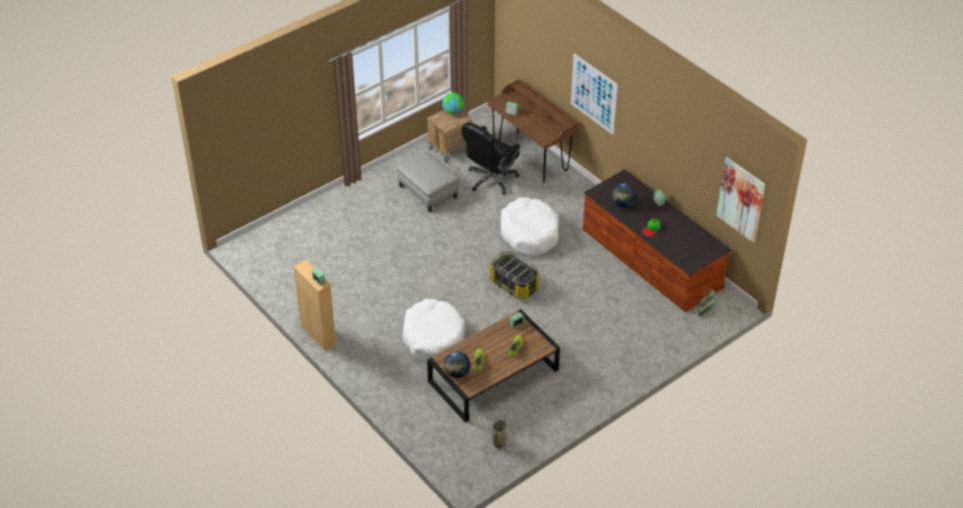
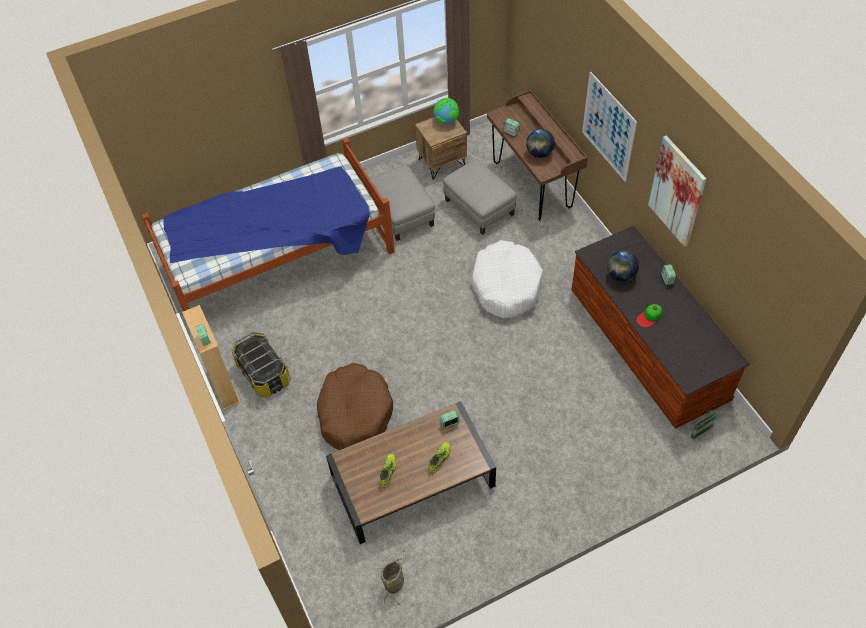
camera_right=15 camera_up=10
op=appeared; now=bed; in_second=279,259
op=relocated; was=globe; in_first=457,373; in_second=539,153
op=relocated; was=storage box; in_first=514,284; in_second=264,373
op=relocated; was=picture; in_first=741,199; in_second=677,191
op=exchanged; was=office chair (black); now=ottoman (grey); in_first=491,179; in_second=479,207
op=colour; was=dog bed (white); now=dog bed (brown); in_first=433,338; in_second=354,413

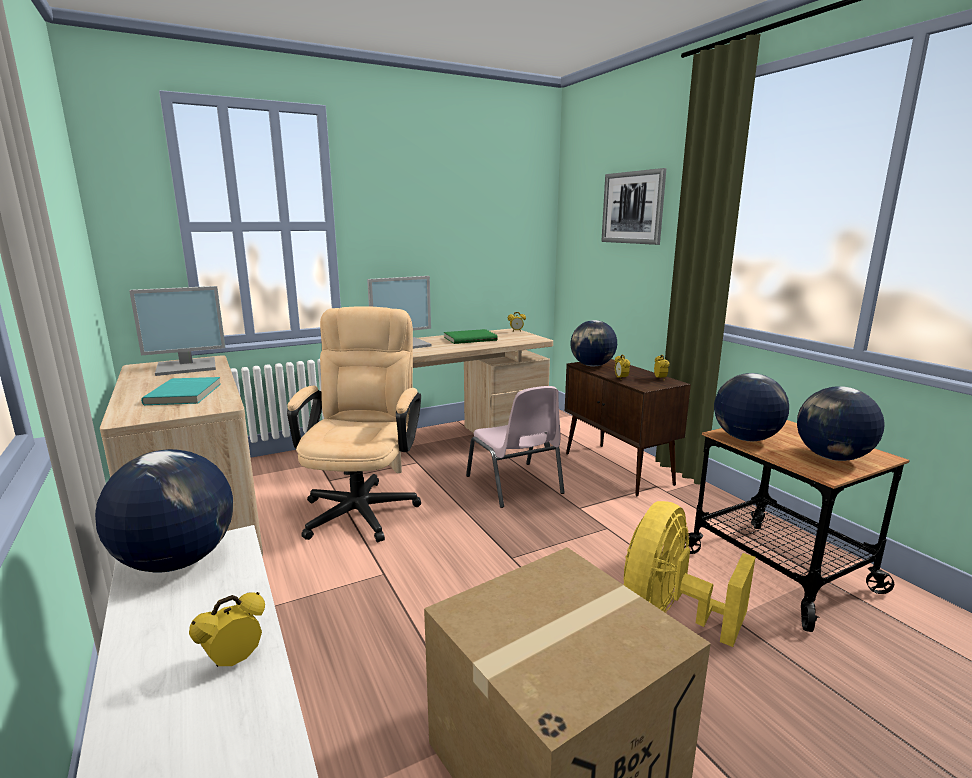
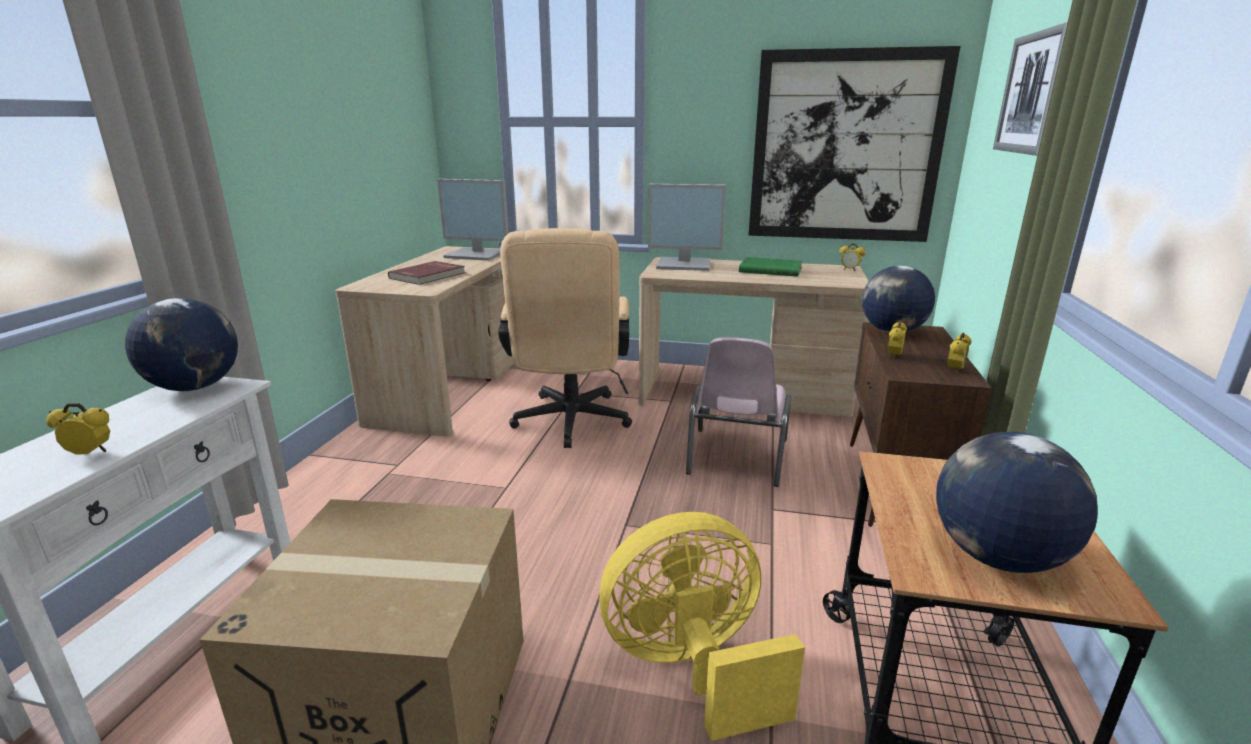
camera_right=40 camera_up=5
op=missing; was=globe; in_first=745,438
op=appeared; now=picture; in_second=845,147
op=colour; was=book (turquoise); now=book (red); in_first=185,394; in_second=428,276
op=spun; was=office chair (beige); in_first=363,506; in_second=570,424; clockwise=135

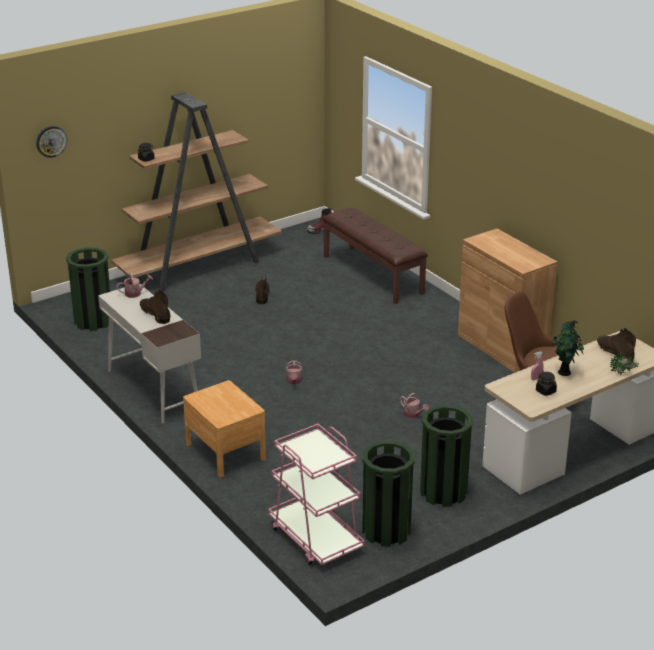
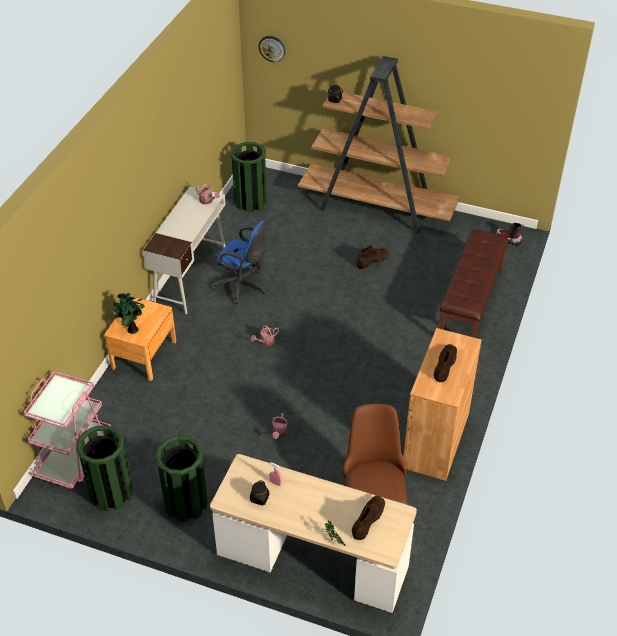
camera_right=55 camera_up=15
op=appeared; now=office chair (blue); in_second=243,286
op=relocated; was=boot (brown); in_first=154,313; in_second=445,365
op=relocated; was=potted plant; in_first=565,373; in_second=132,330

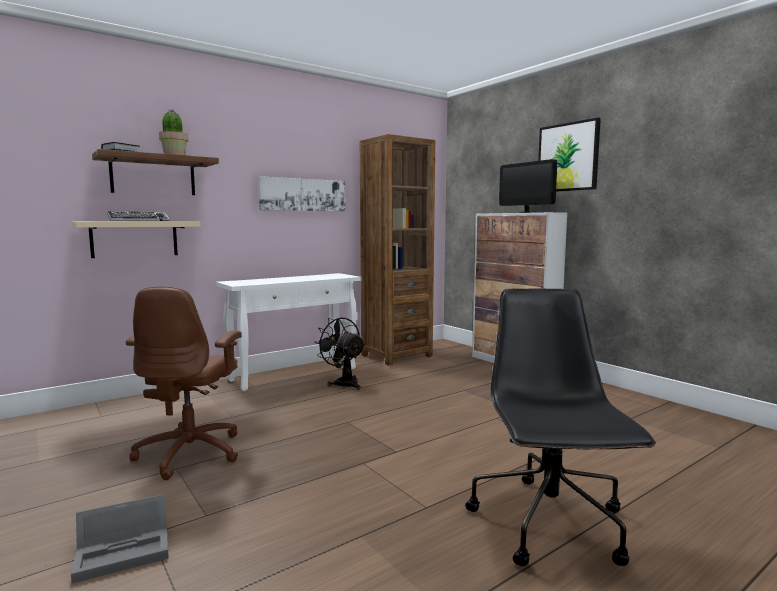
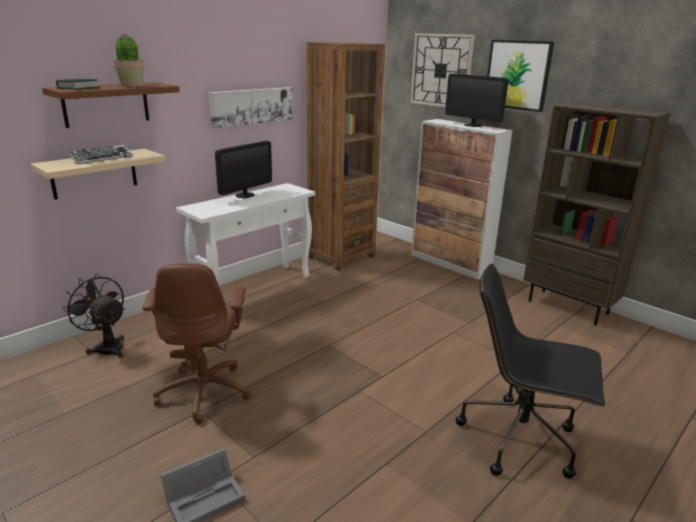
camera_right=-10 camera_up=15
op=appeared; now=monitor; in_second=245,195
op=appeared; now=wall clock; in_second=441,70
op=appeared; now=bookcase (brown); in_second=568,307
op=relocated; was=fan (black); in_first=343,383; in_second=106,347
op=spun; was=office chair (black); in_first=550,525; in_second=521,439; clockwise=-60

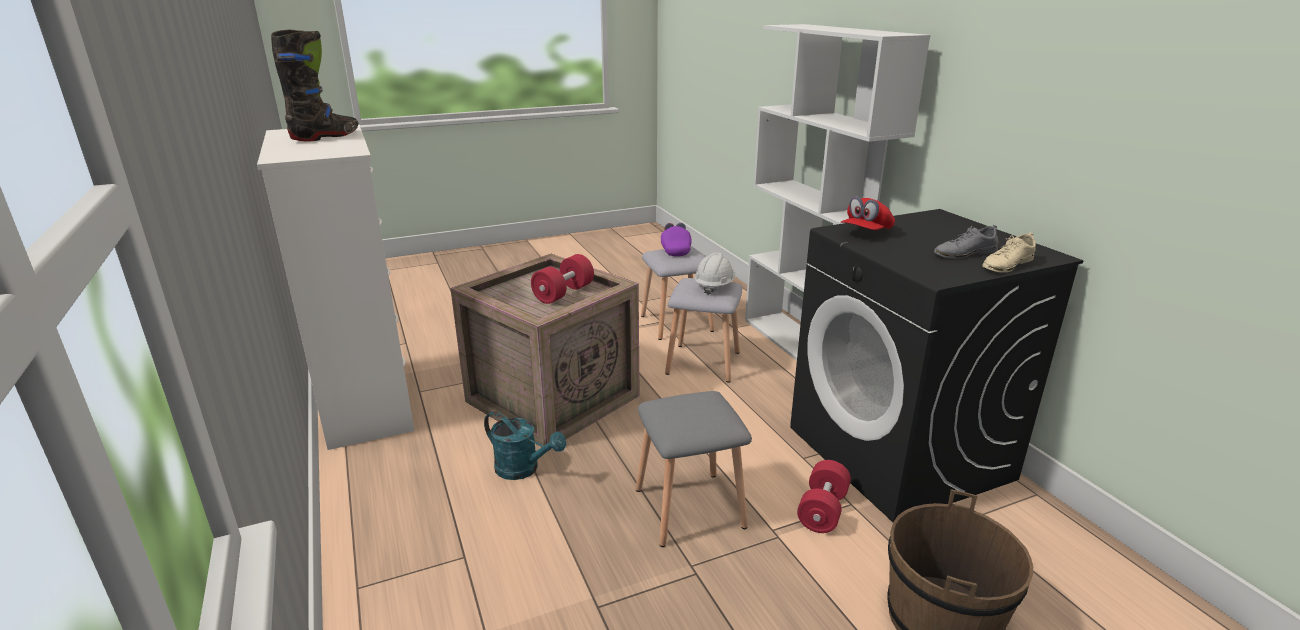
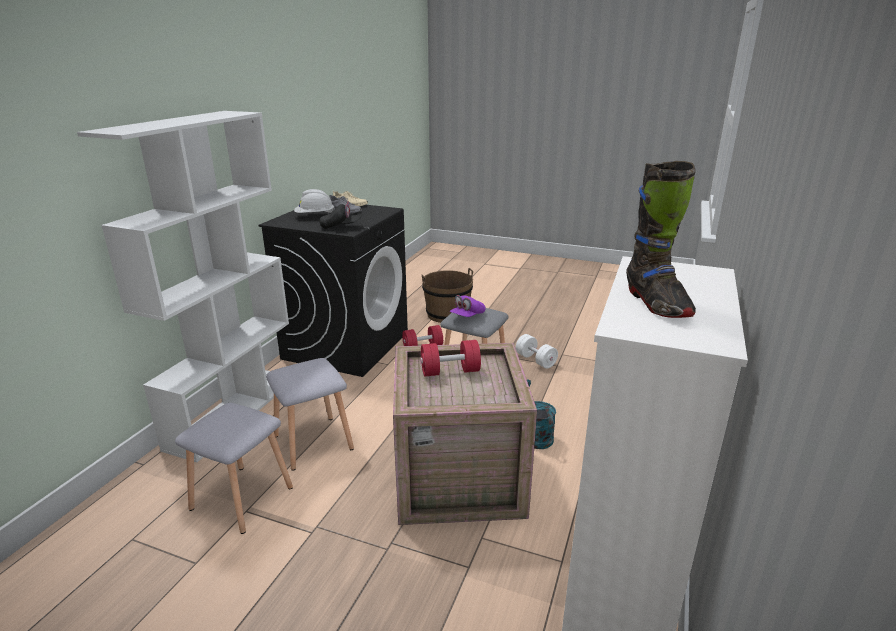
camera_right=-135 camera_up=0
op=appeared; now=dumbbell (white); in_second=535,360
op=relocated; was=cap (purple); in_first=675,250; in_second=467,316
op=relocated; was=hard hat (white); in_first=714,286; in_second=315,216
op=colour; was=cap (red); now=cap (black); in_first=866,232; in_second=341,227
op=spun; was=boot (black); in_first=326,136; in_second=656,303; clockwise=-90

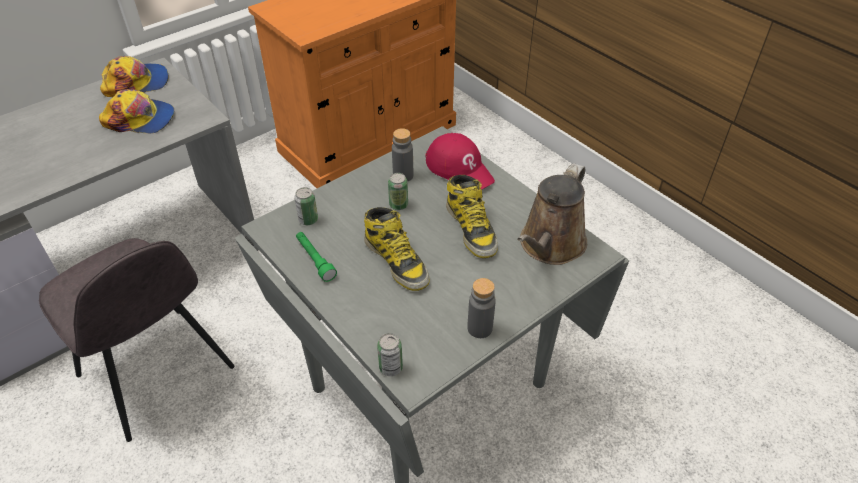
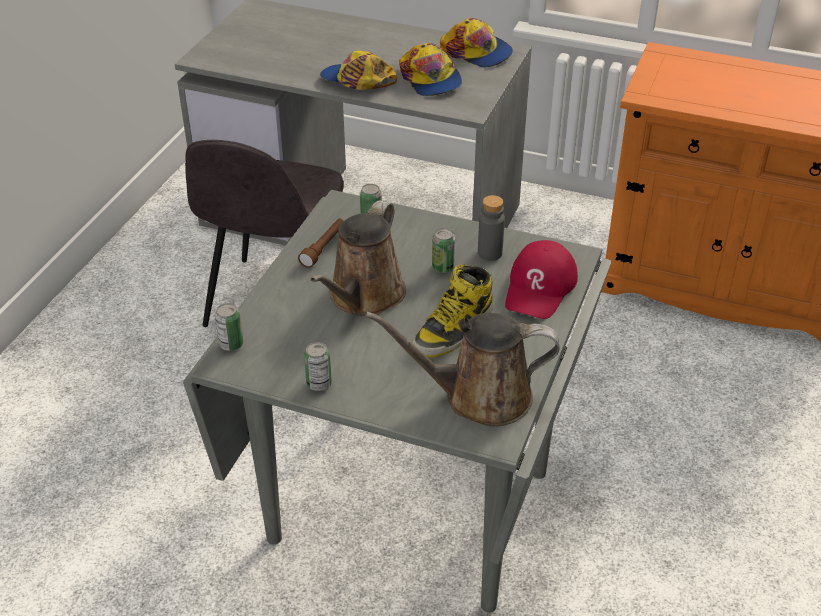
camera_right=60 camera_up=-5
op=appeared; now=cap; in_second=357,81
op=exchanged; was=boot; now=watering can (brown); in_first=397,261; in_second=364,297
op=exchanged; was=bottle (grey); now=can; in_first=479,328; in_second=319,384
op=colour; was=flashlight (green); now=flashlight (brown); in_first=315,260; in_second=324,248

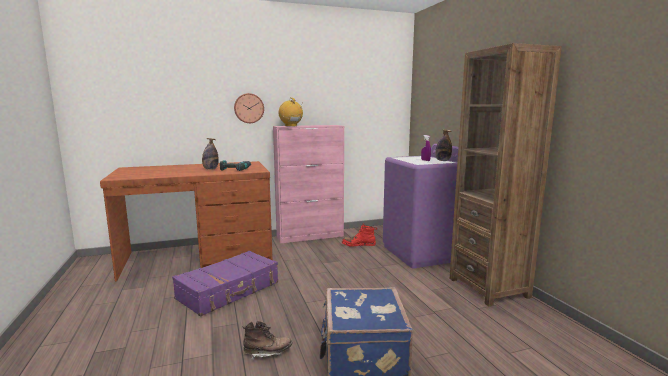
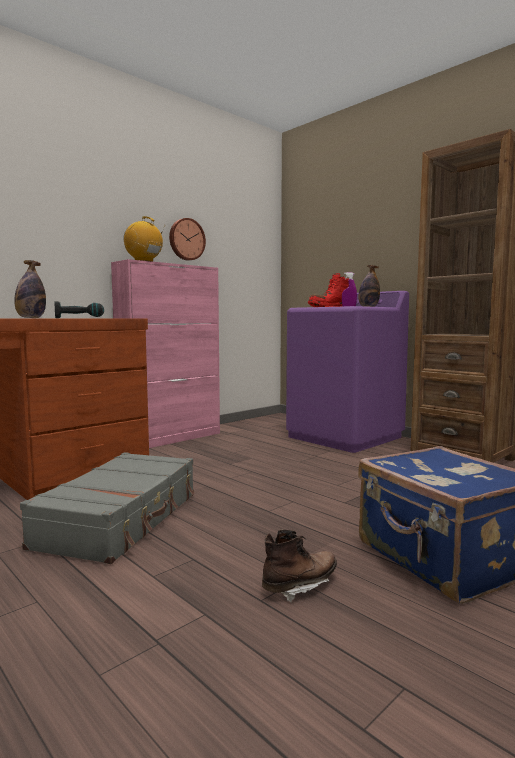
camera_right=-25 camera_up=-5
op=relocated; was=wall clock; in_first=249,108; in_second=186,239
op=relocated; was=boot (red); in_first=358,245; in_second=330,307
op=colour; was=suitcase (purple); now=suitcase (grey); in_first=229,291; in_second=121,519

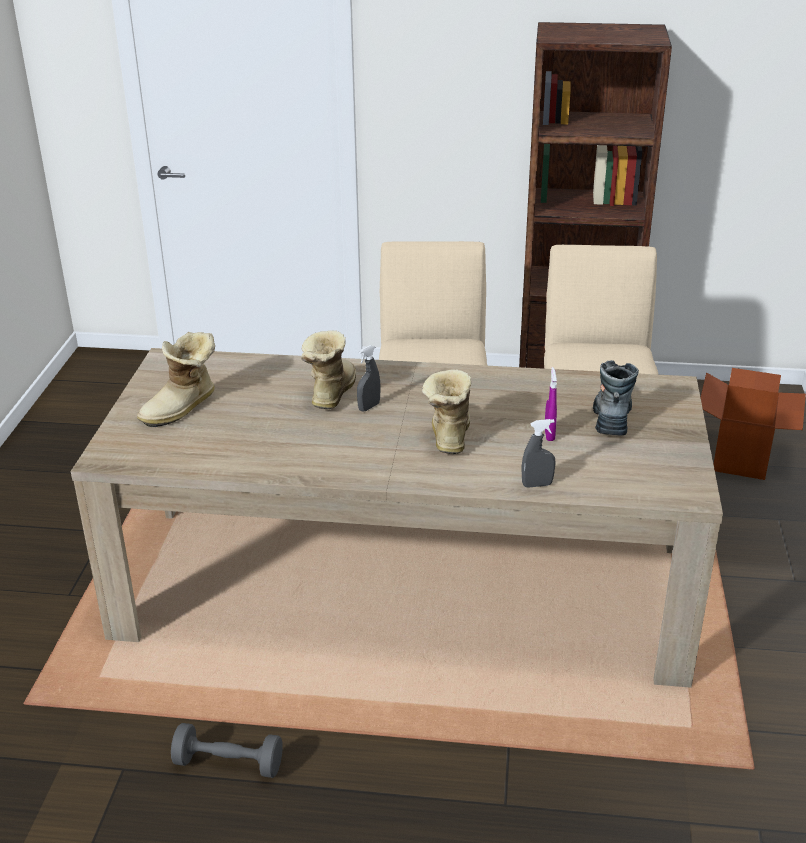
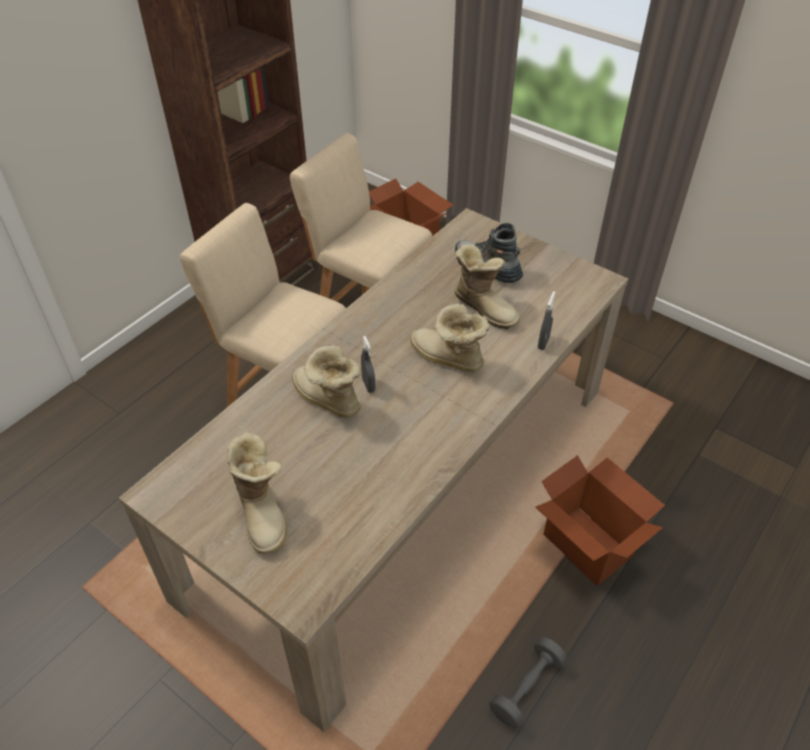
camera_right=-60 camera_up=15
op=appeared; now=cardboard box; in_second=588,544
op=exchanged; was=spray bottle (purple); now=boot; in_first=549,434; in_second=485,307

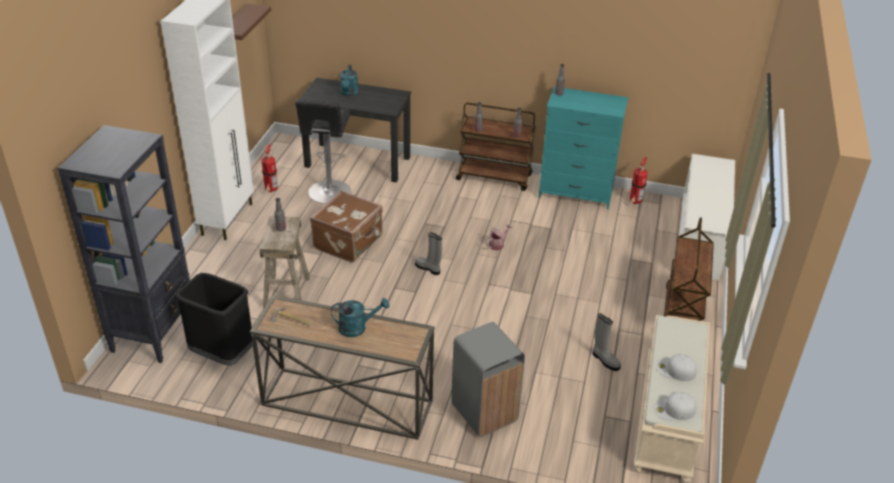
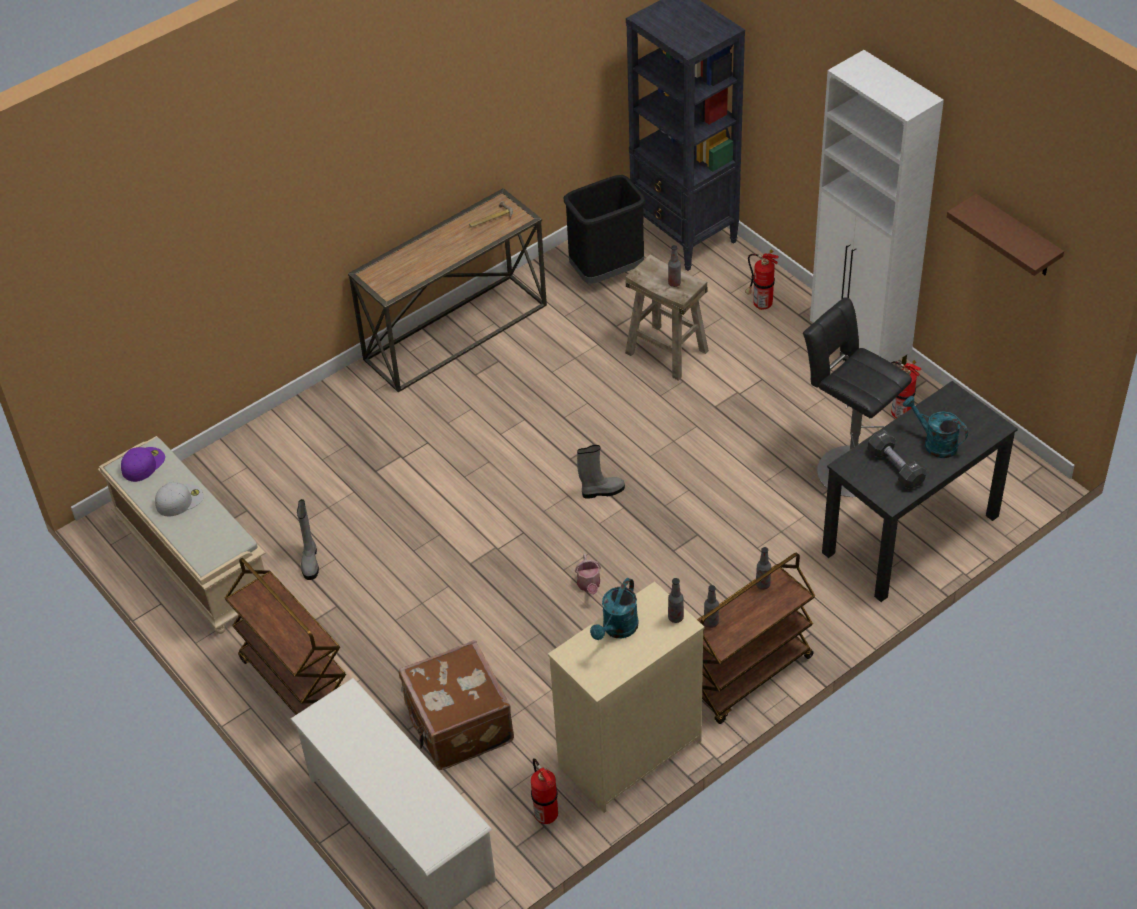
camera_right=130 camera_up=10
op=missing; was=trash can (grey); in_first=484,413
op=appeared; now=fire extinguisher; in_second=760,304
op=appeared; now=dumbbell (black); in_second=895,467
op=relocated; was=suitcase (brown); in_first=349,242; in_second=457,725
op=relocated; was=watering can (turquoise); in_first=357,328; in_second=617,629
op=colour; was=dresser (turquoise); now=dresser (beige); in_first=575,193; in_second=629,753
op=colour; was=cap (white); now=cap (purple); in_first=674,410; in_second=143,464
op=spun; was=boot (grey); in_first=605,360; in_second=310,561; clockwise=-90

